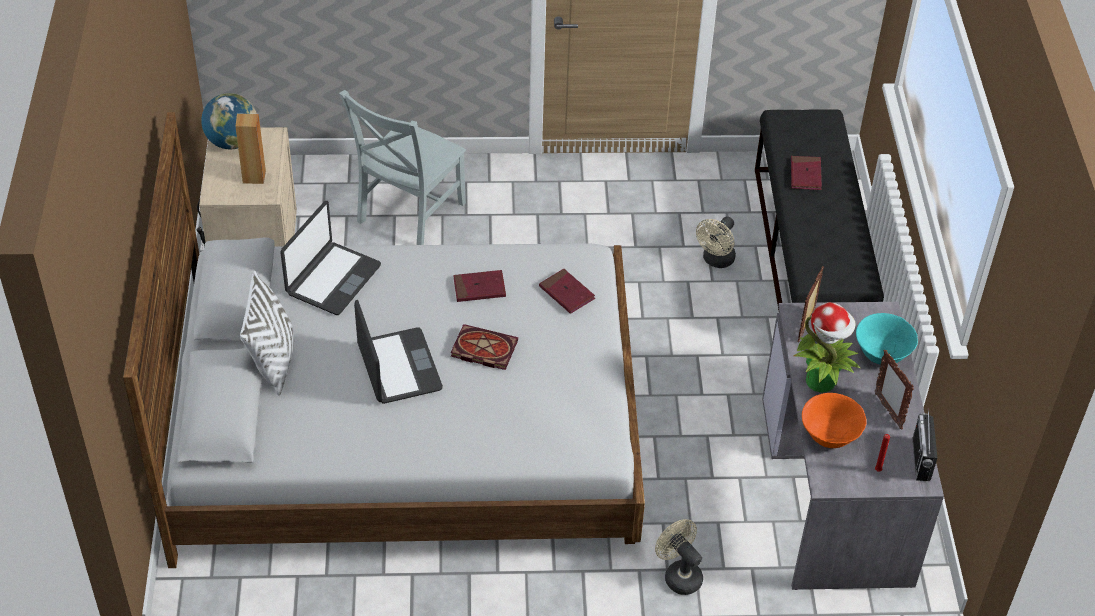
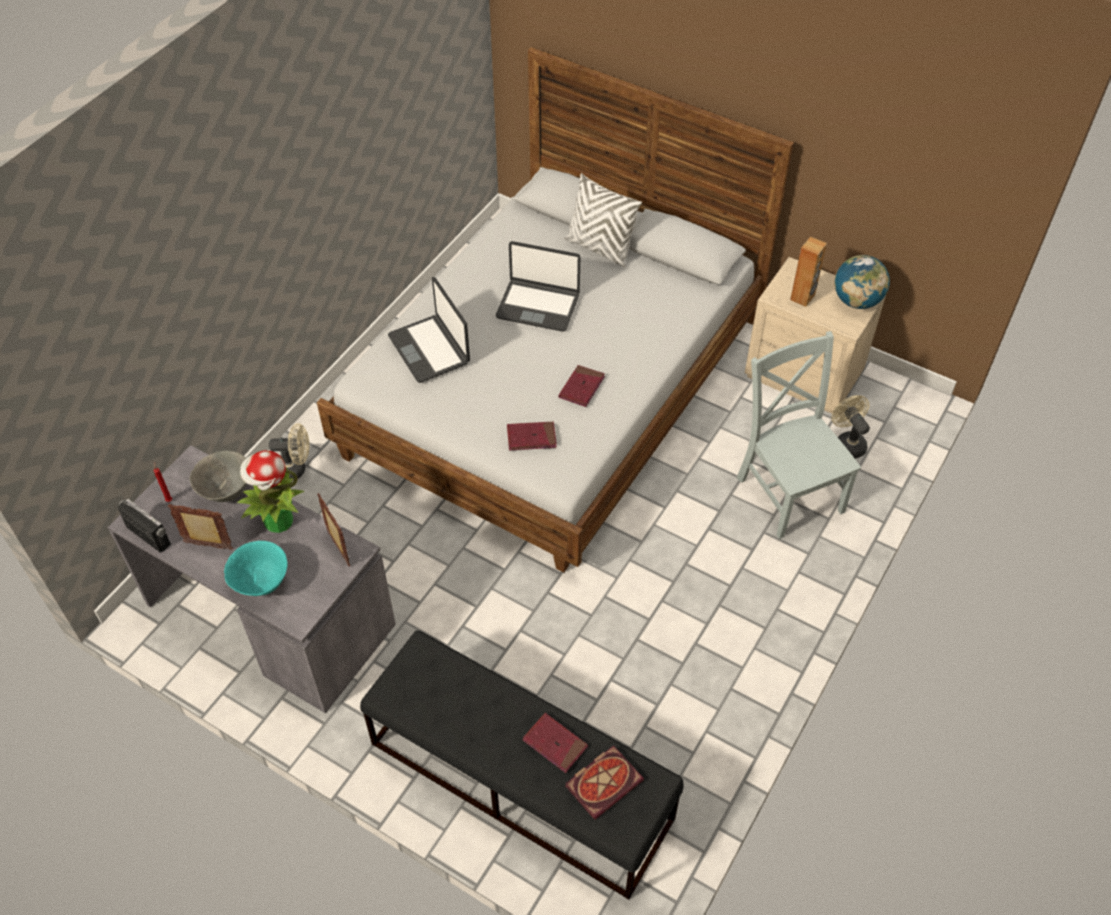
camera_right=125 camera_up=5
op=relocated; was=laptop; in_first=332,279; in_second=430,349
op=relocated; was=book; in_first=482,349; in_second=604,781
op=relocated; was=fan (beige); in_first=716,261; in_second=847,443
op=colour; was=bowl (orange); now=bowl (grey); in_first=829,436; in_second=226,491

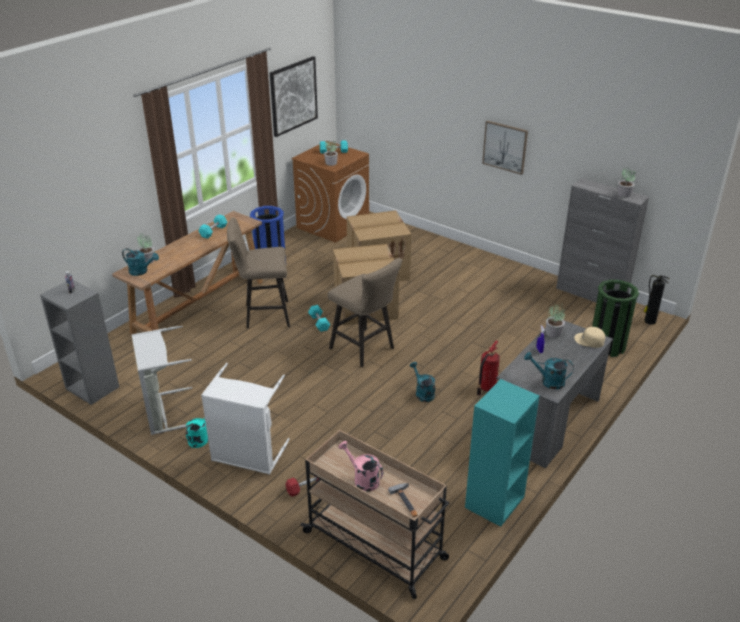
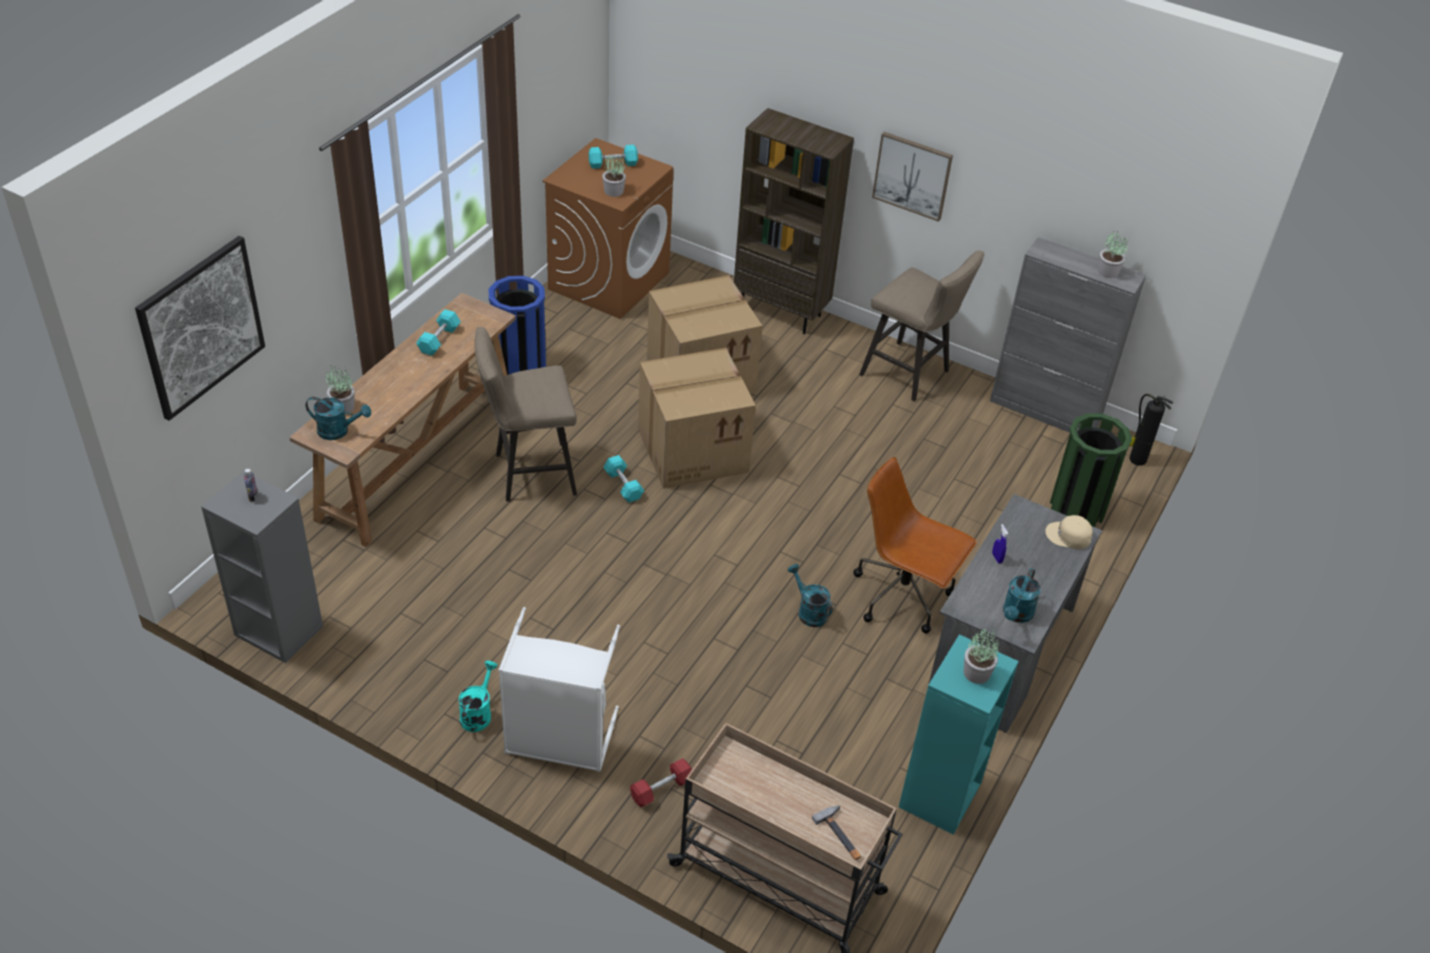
camera_right=-10 camera_up=10
op=missing; was=laundry basket (grey); in_first=164,412
op=missing; was=watering can (pink); in_first=362,479
op=appeared; now=bookcase (brown); in_second=781,312
op=relocated; was=picture; in_first=293,96; in_second=201,327
op=relocated; was=stool (beige); in_first=365,350; in_second=910,375
op=relocated; was=potted plant; in_first=553,333; in_second=976,672
op=exchanged; was=fire extinguisher; now=office chair (brown); in_first=486,388; in_second=903,596
op=spun; was=watering can (turquoise); in_first=548,381; in_second=1016,615; clockwise=-75

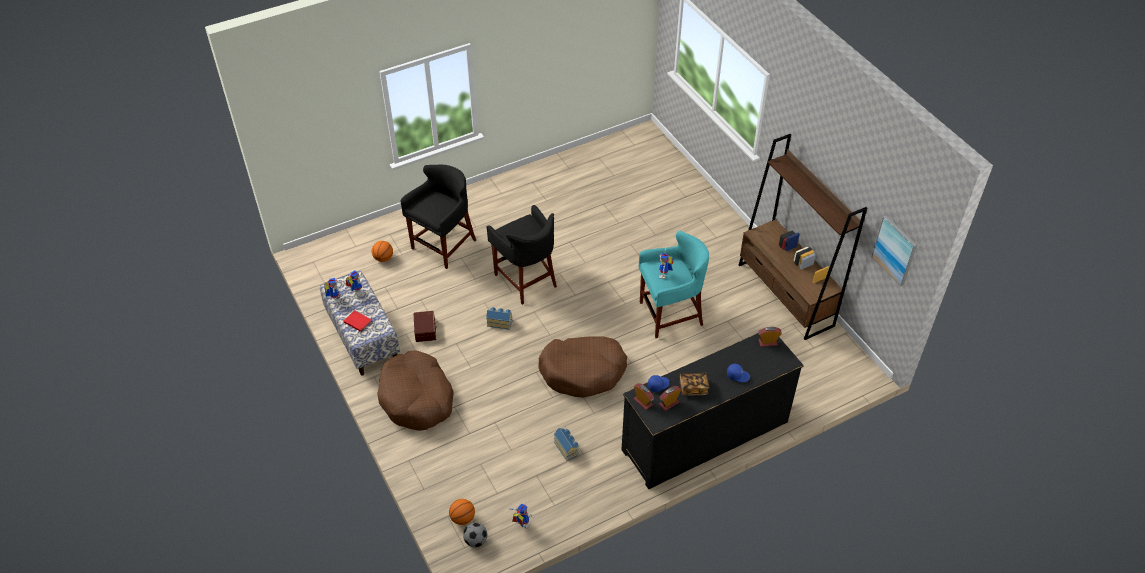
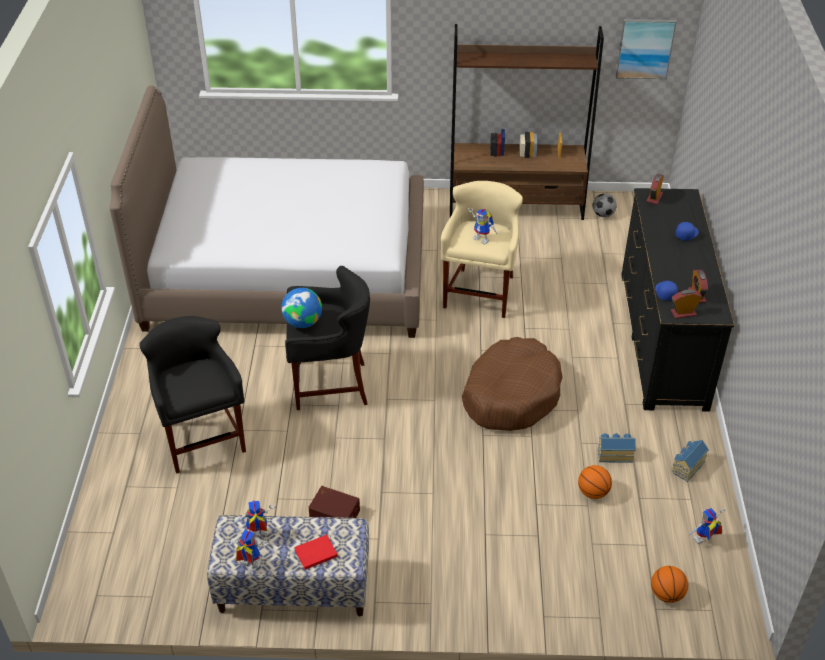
camera_right=-60 camera_up=-5
op=missing; was=dog bed (brown); in_first=417,398
op=missing; was=book; in_first=693,388
op=appeared; now=bed; in_second=286,272
op=appeared; now=globe; in_second=302,322
op=relocated; was=basketball; in_first=383,258; in_second=593,492
op=relocated; was=football; in_first=476,540; in_second=603,214
op=relocated; was=toy house; in_first=499,322; in_second=687,466
op=colour; was=stool (turquoise); now=stool (beige); in_first=670,315; in_second=480,293

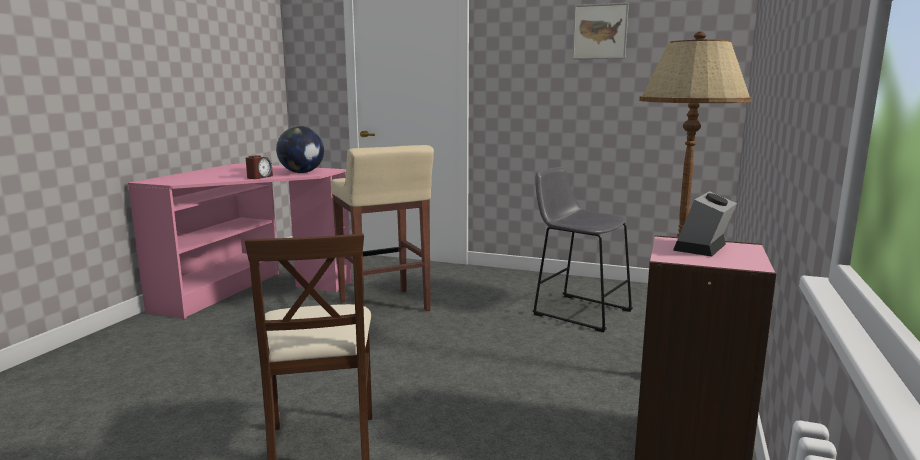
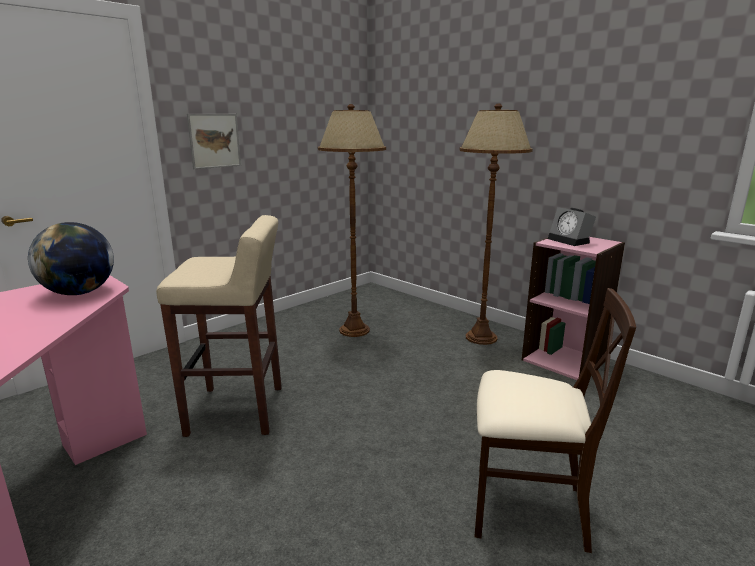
camera_right=-65 camera_up=5
op=missing; was=alarm clock; in_first=259,177
op=relocated; was=picture; in_first=600,31; in_second=214,140
op=exchanged; was=stool (grey); now=floor lamp (brown); in_first=577,311; in_second=354,330

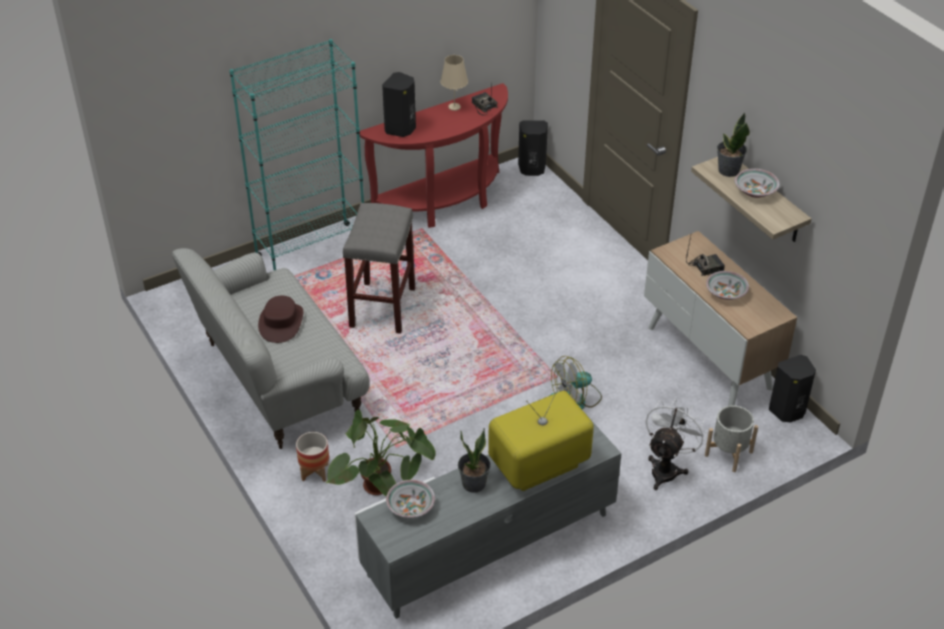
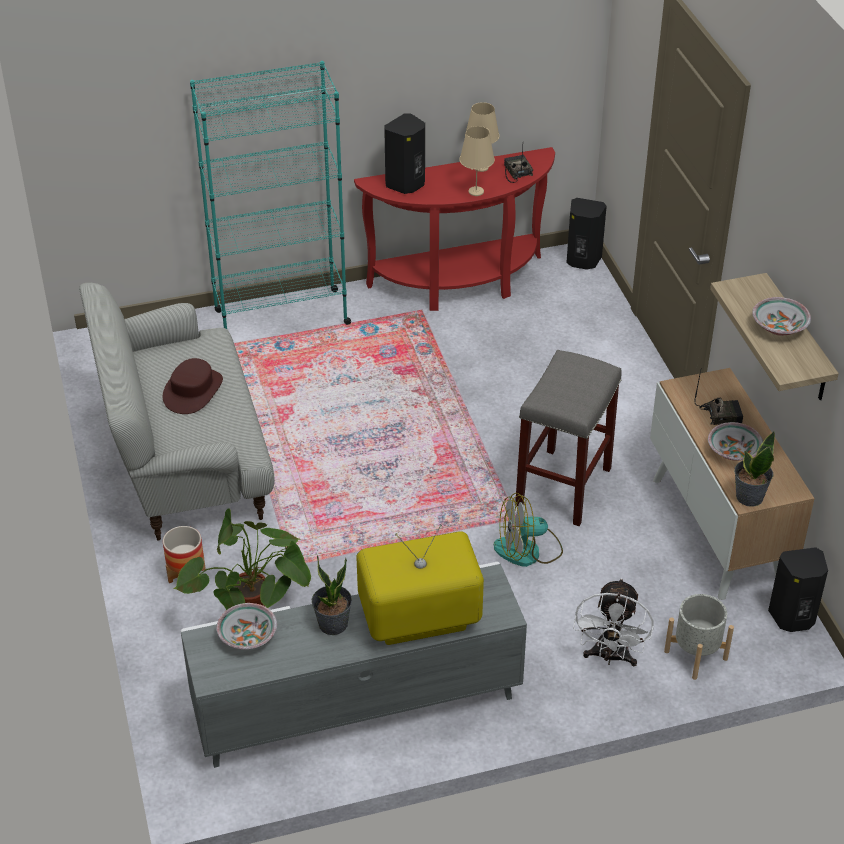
camera_right=15 camera_up=0
op=appeared; now=table lamp (beige); in_second=475,191
op=relocated; was=stool (grey); in_first=382,307; in_second=563,486
op=relocated; was=potted plant; in_first=728,170; in_second=749,496
op=spun; was=fan (white); in_first=667,468; in_second=610,657; clockwise=150

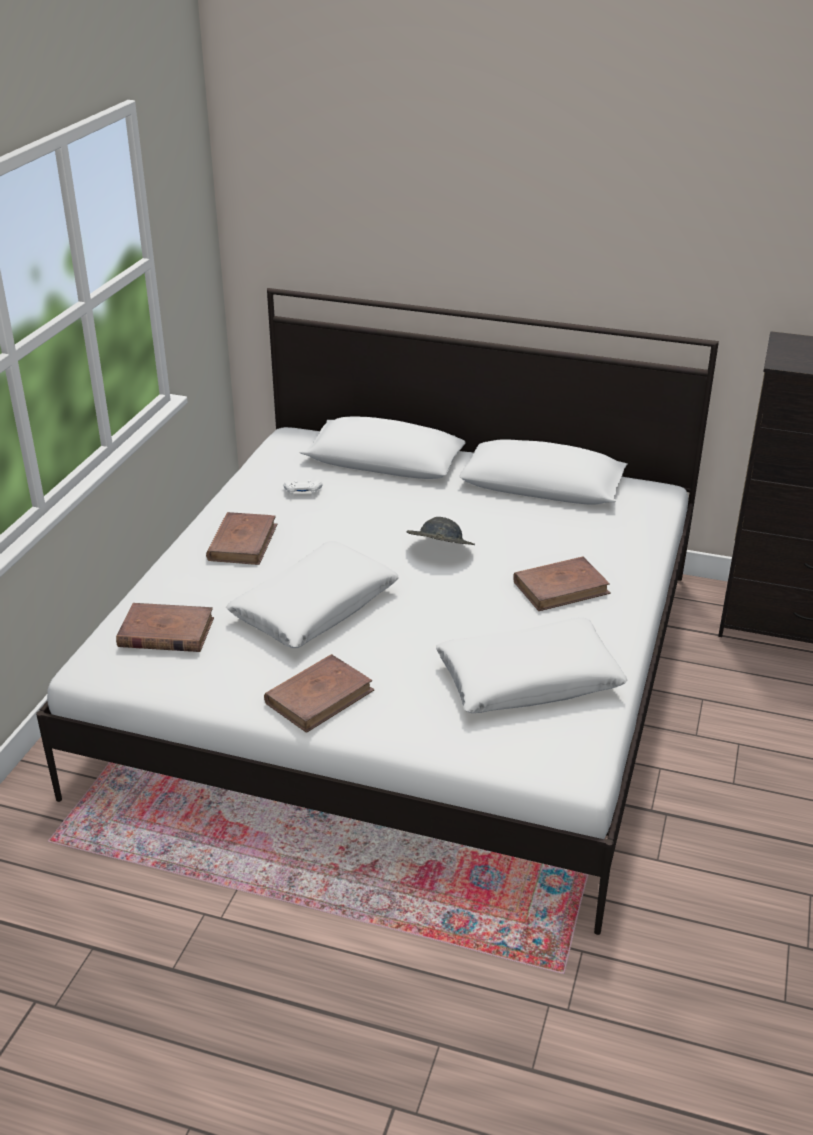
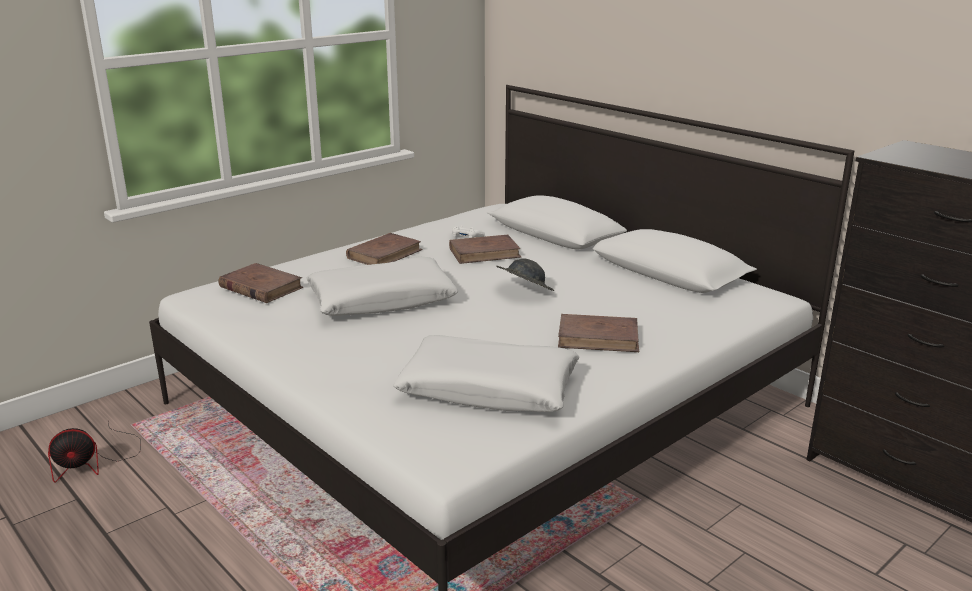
camera_right=30 camera_up=-10
op=appeared; now=fan; in_second=94,461
op=relocated; was=book (brown); in_first=319,697; in_second=484,253

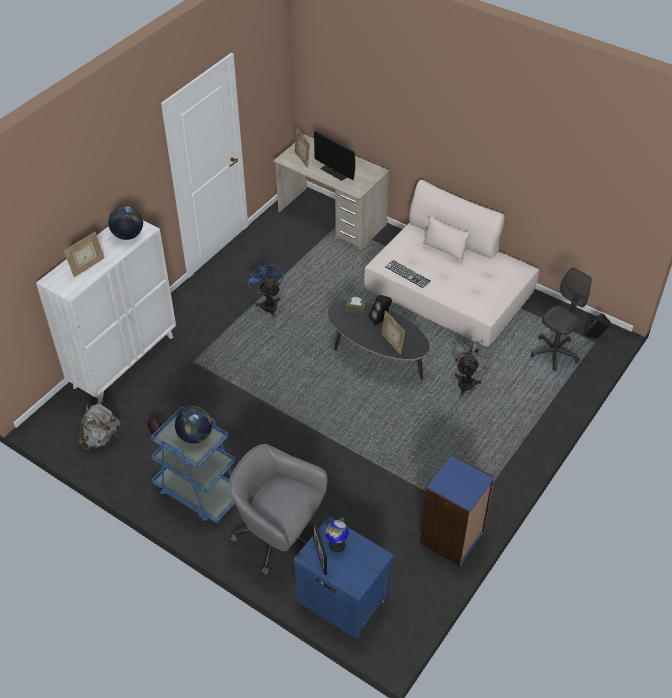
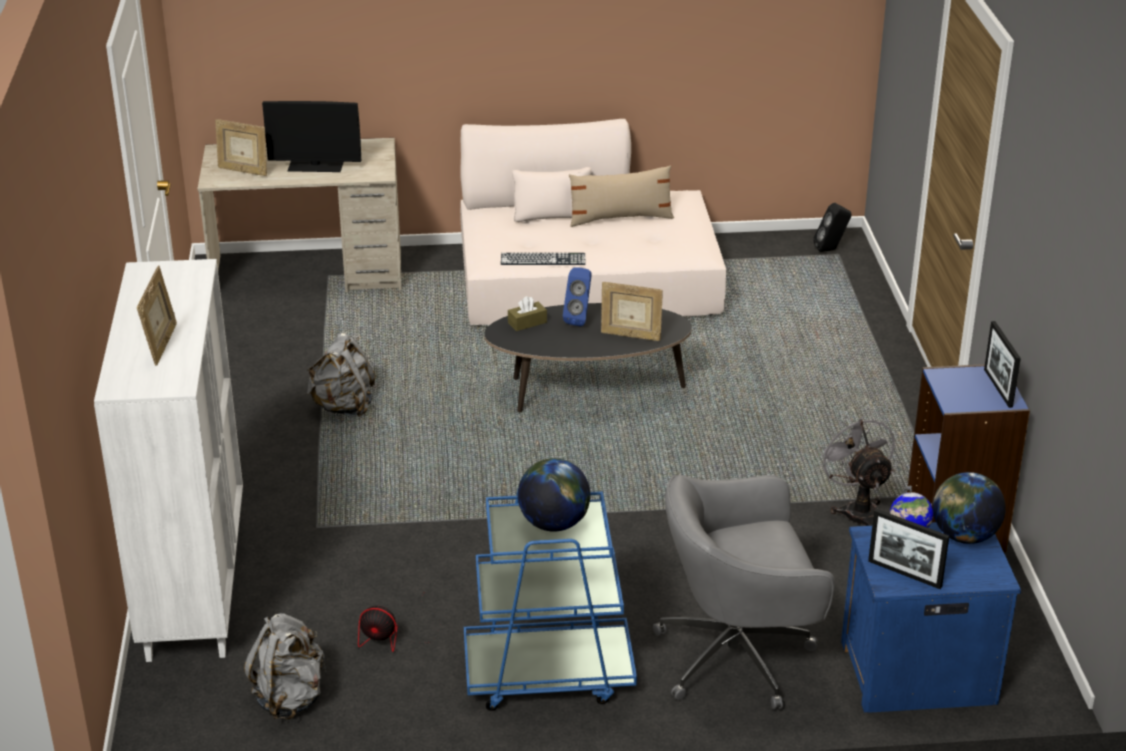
camera_right=-40 camera_up=-15
op=missing; was=office chair (grey); in_first=554,353
op=appeared; now=pillow (beige); in_second=620,218
op=appeared; now=picture frame; in_second=998,388
op=relocated; was=globe; in_first=128,235; in_second=964,536
op=relocated; was=fan (grey); in_first=467,380; in_second=856,510
op=exchanged; was=fan (blue); now=backpack (grey); in_first=268,304; in_second=344,407
op=colour; was=speaker (black); now=speaker (blue); in_first=380,320; in_second=580,319

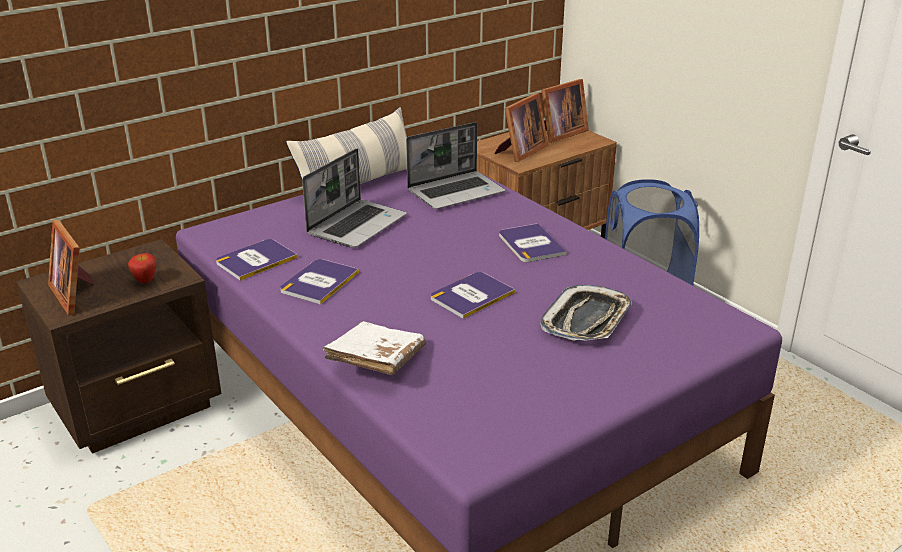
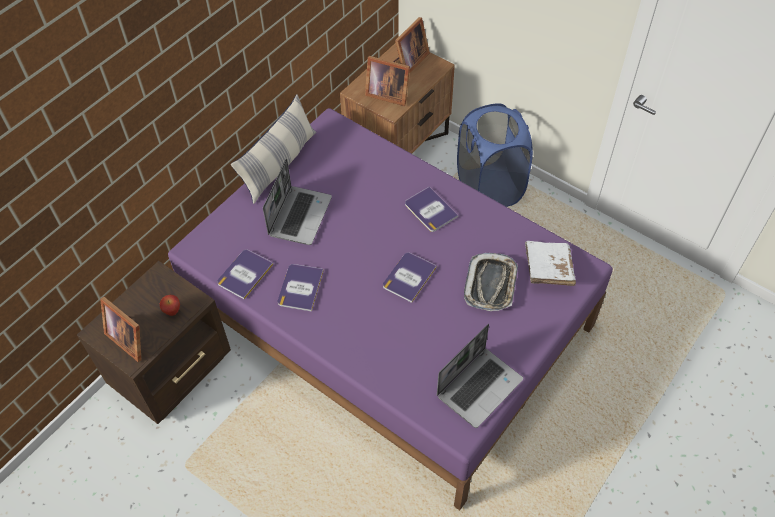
camera_right=-15 camera_up=25
op=relocated; was=book (white); in_first=376,362; in_second=548,269
op=relocated; was=laptop; in_first=456,192; in_second=479,386
op=spun; was=picture frame; in_first=520,152; in_second=386,93; clockwise=90

